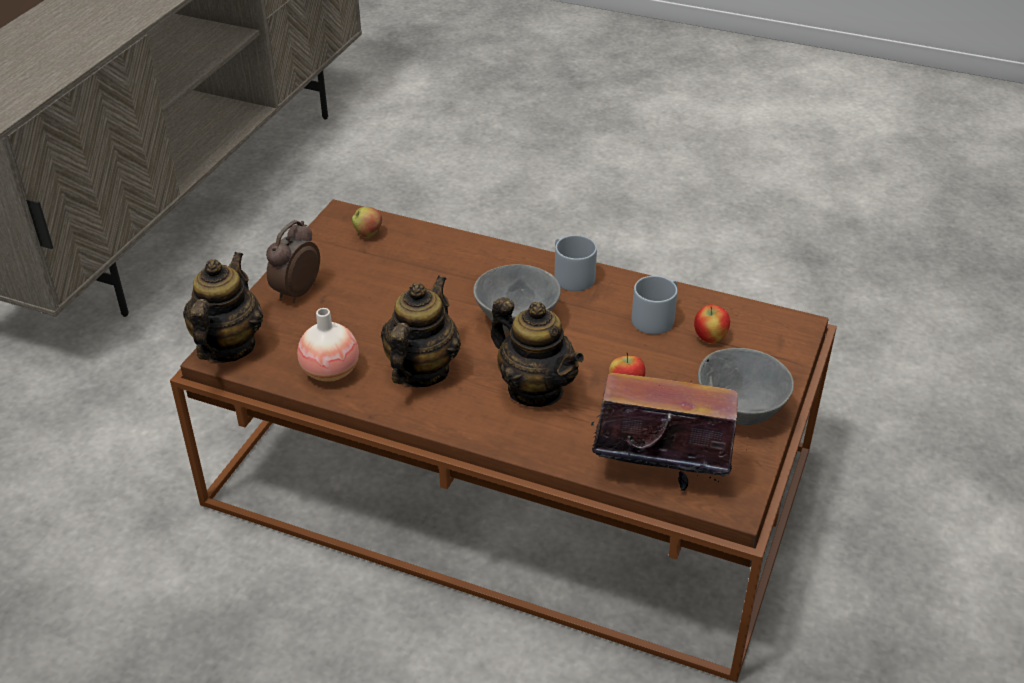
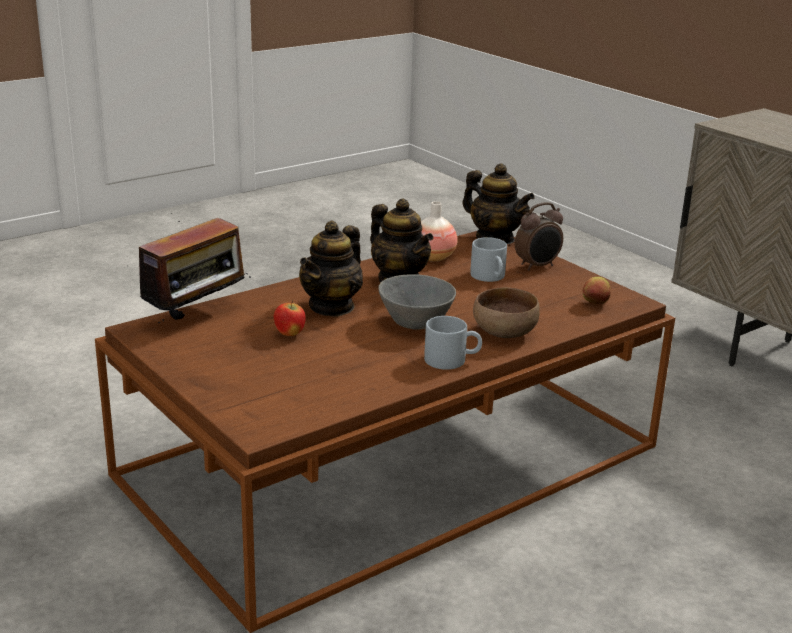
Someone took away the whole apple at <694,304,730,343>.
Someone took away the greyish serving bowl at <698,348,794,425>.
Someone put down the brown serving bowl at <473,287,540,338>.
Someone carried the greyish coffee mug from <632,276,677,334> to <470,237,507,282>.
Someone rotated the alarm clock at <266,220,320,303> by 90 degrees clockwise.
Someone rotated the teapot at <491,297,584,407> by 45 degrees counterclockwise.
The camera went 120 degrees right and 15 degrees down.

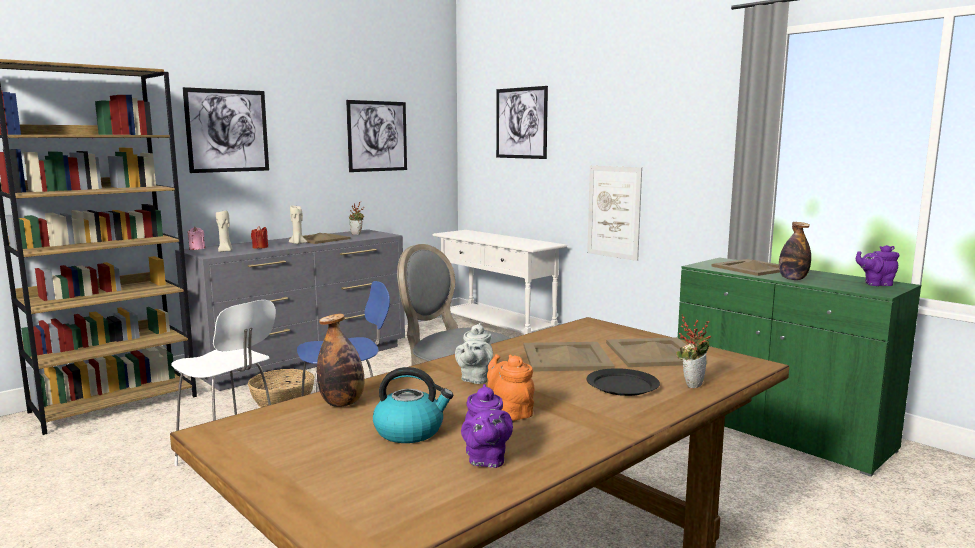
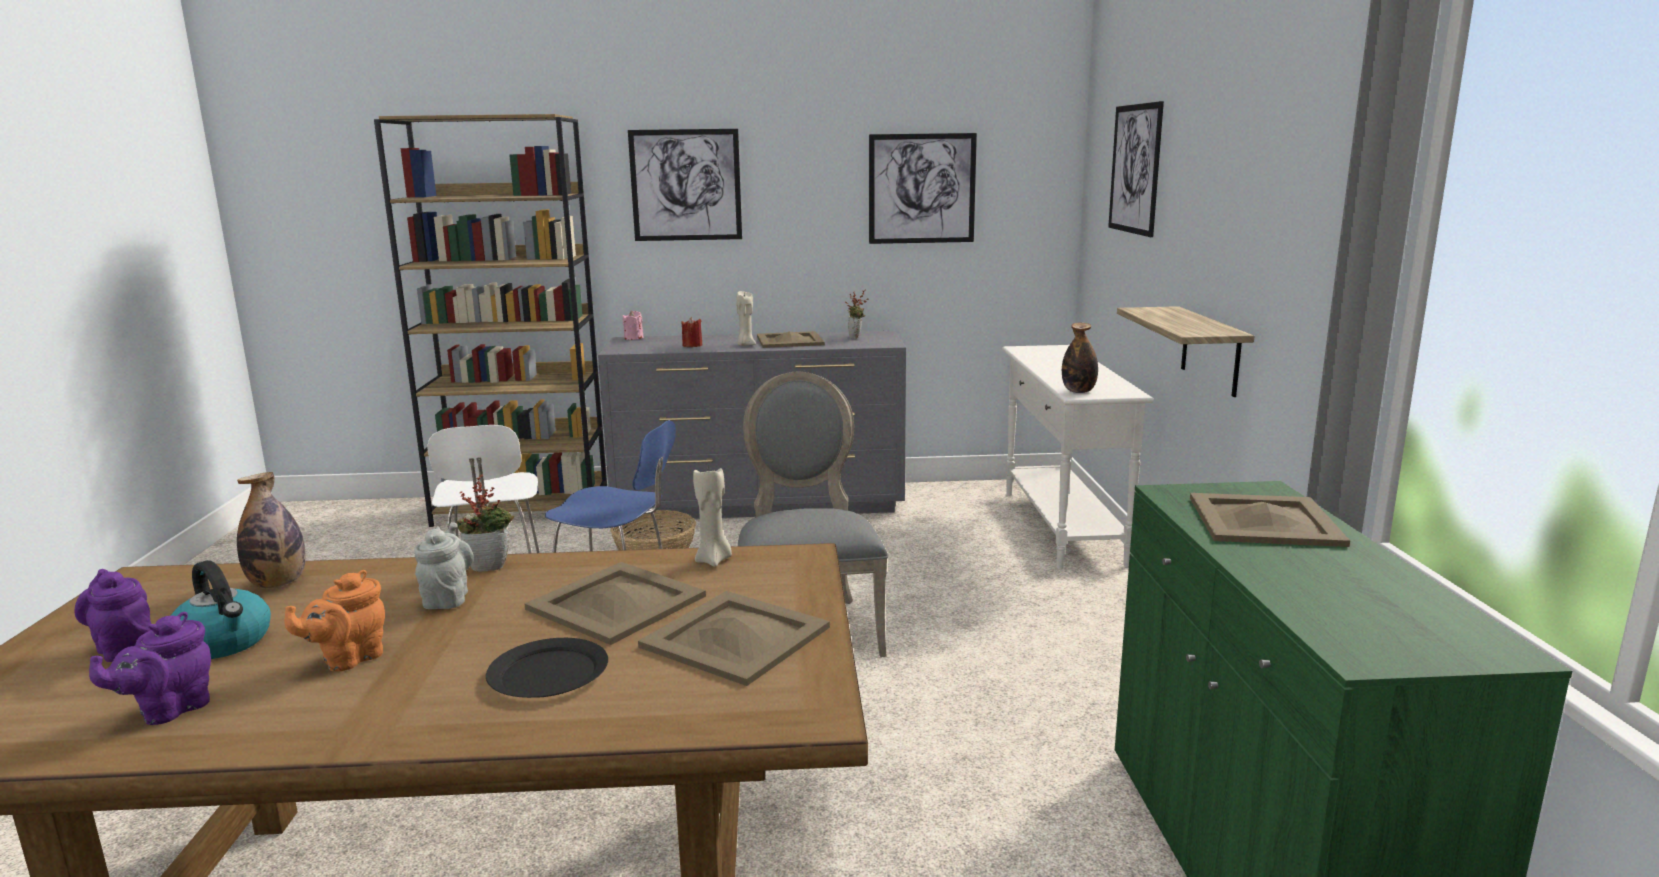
Someone carried the beige wax light from <216,211,232,252> to <693,468,732,567>.
Someone carried the potted plant from <676,315,711,388> to <456,474,514,572>.
Someone carried the beverage bottle from <779,222,811,280> to <1062,323,1098,393>.
Someone carried the purplish teapot from <856,245,899,286> to <75,569,151,662>.
Someone swapped the picture at <587,166,642,261> for the shelf at <1117,306,1255,397>.
Someone rotated the greyish teapot at <455,323,493,384> by 120 degrees clockwise.
Someone rotated the orangey teapot at <487,354,534,421> by 150 degrees counterclockwise.
The camera went 40 degrees right and 5 degrees up.

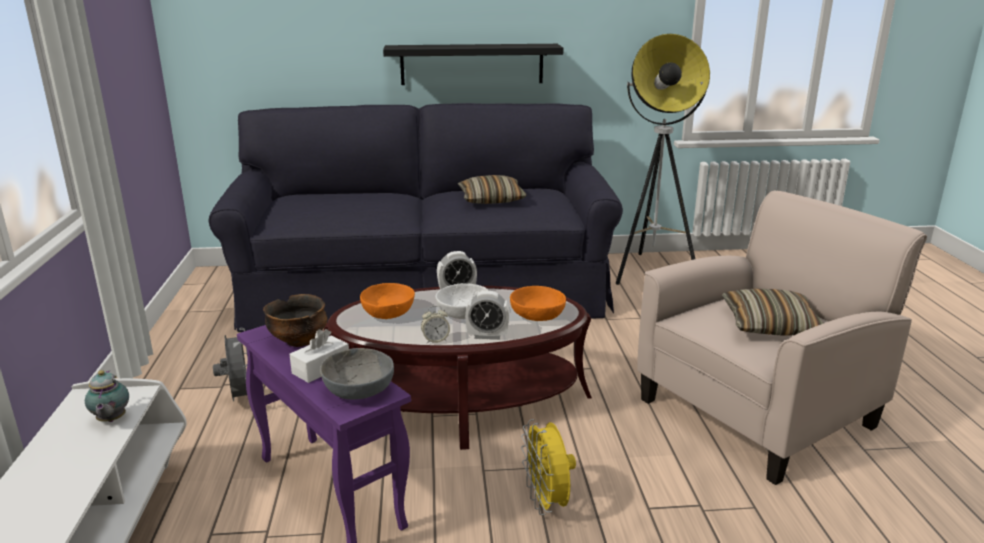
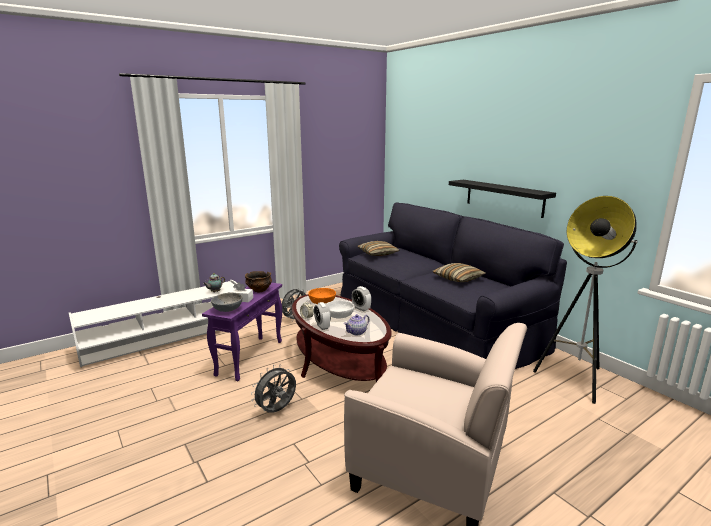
Someone carried the cushion from <722,289,823,336> to <357,241,400,256>.
Someone swapped the orangey serving bowl at <510,286,566,321> for the teapot at <344,314,370,335>.
Someone repainted the yellow cooling fan at <521,419,576,515>, which became the greyish cooling fan at <251,364,296,413>.
The camera went 60 degrees right and 5 degrees down.

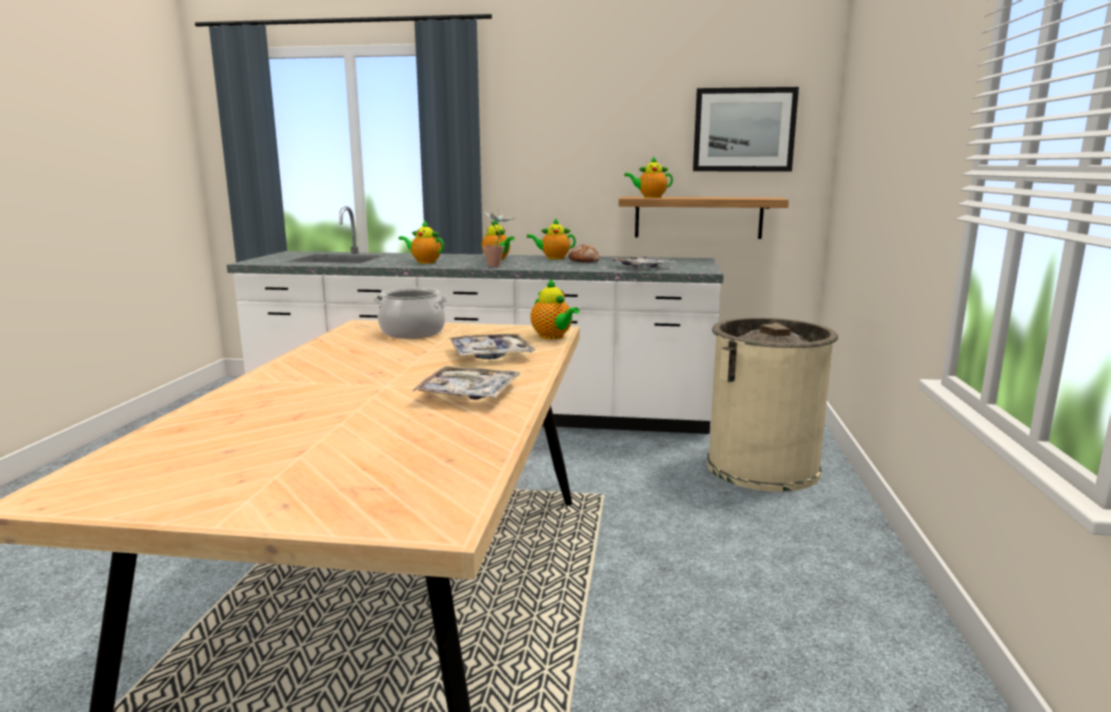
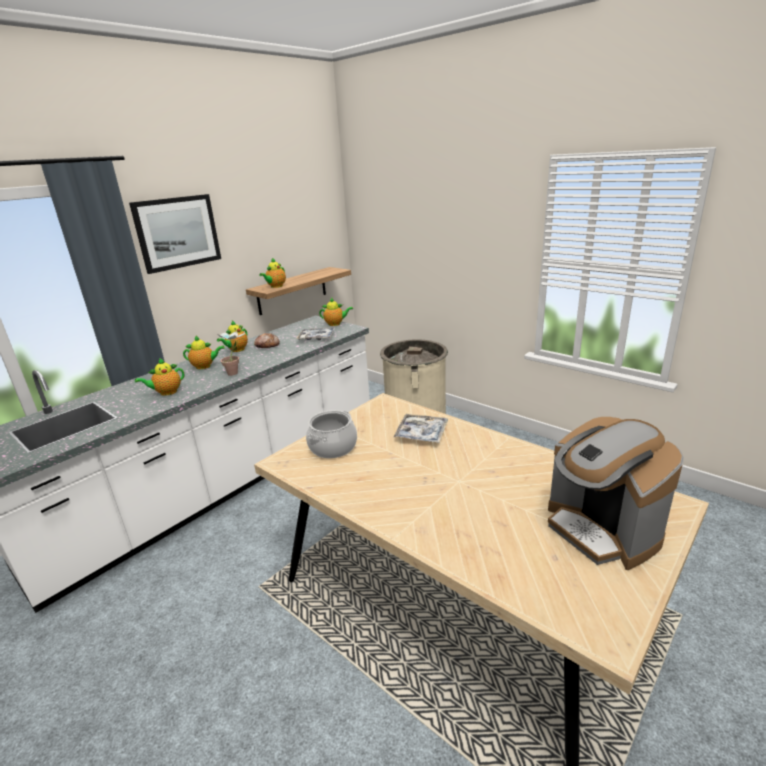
Someone took away the serving tray at <412,366,520,400>.
Someone put down the coffee machine at <548,417,684,570>.
Someone carried the teapot from <530,279,580,339> to <319,298,353,326>.
Someone carried the picture from <693,87,799,171> to <129,194,221,274>.
The camera went 55 degrees left and 10 degrees up.

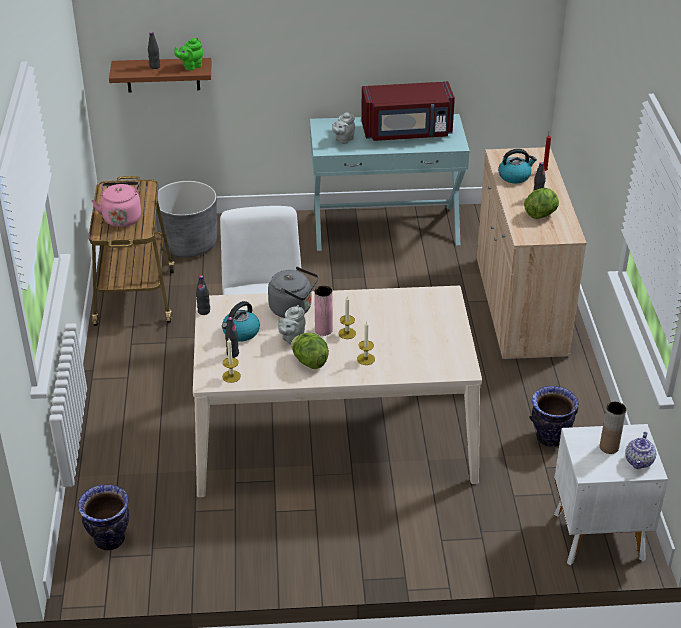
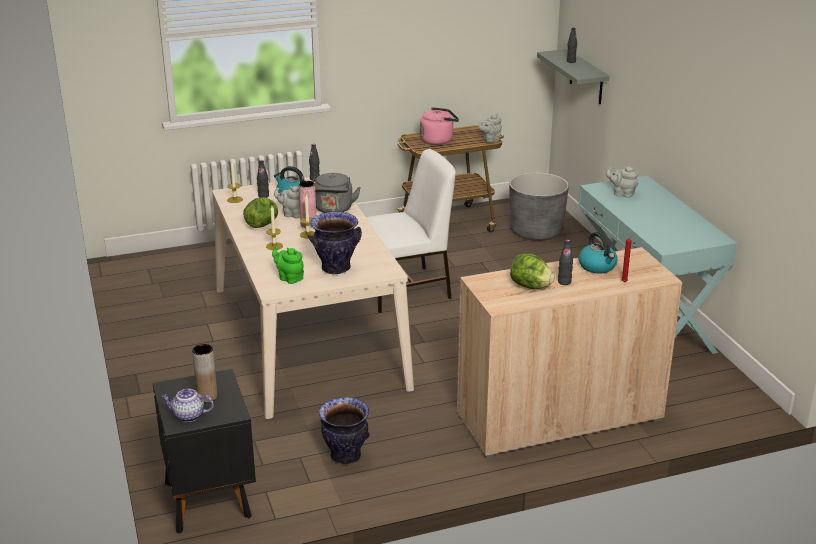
Someone took away the reddish microwave oven at <361,81,455,141>.
Someone put down the greyish teapot at <479,113,502,143>.
Someone carried the vase from <78,485,130,550> to <308,212,362,274>.
Someone carried the green-coloured teapot from <174,38,203,71> to <272,246,304,284>.
Someone repainted the brown shelf at <109,58,212,93>, which became the greyish shelf at <537,49,609,104>.
Someone repainted the white-coloured nightstand at <554,424,668,565>, which became the blackish nightstand at <153,369,256,534>.
The camera went 75 degrees right and 10 degrees down.

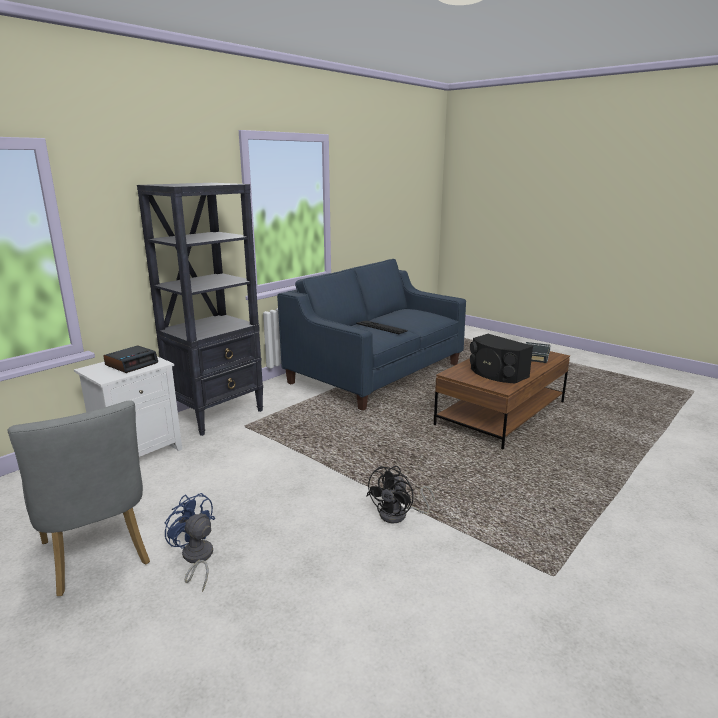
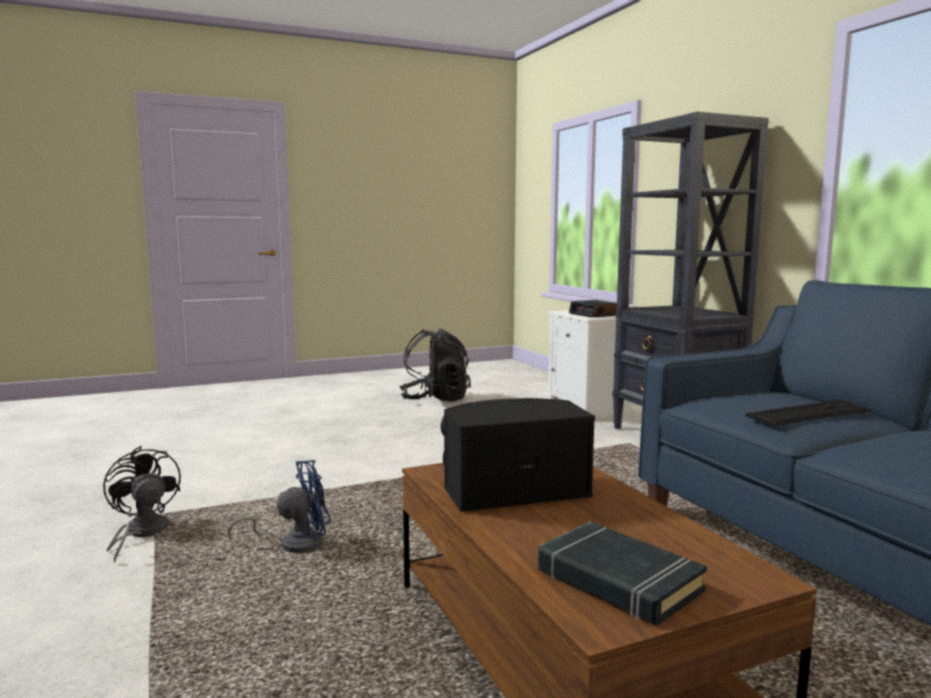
Someone carried the blue-coloured cooling fan from <165,493,215,592> to <228,460,331,553>.
Someone carried the blackish cooling fan from <366,466,435,523> to <103,446,181,562>.
Someone swapped the greyish plain chair at <7,400,150,596> for the blackish rucksack at <400,329,471,401>.
The camera went 115 degrees right and 10 degrees down.

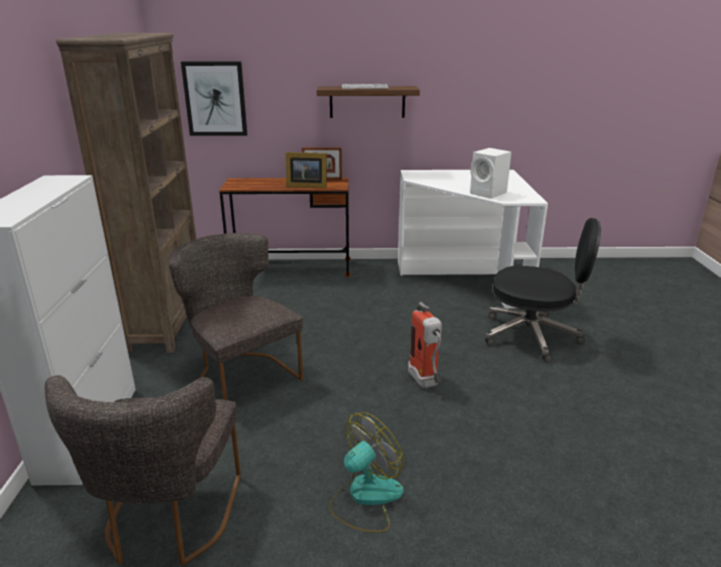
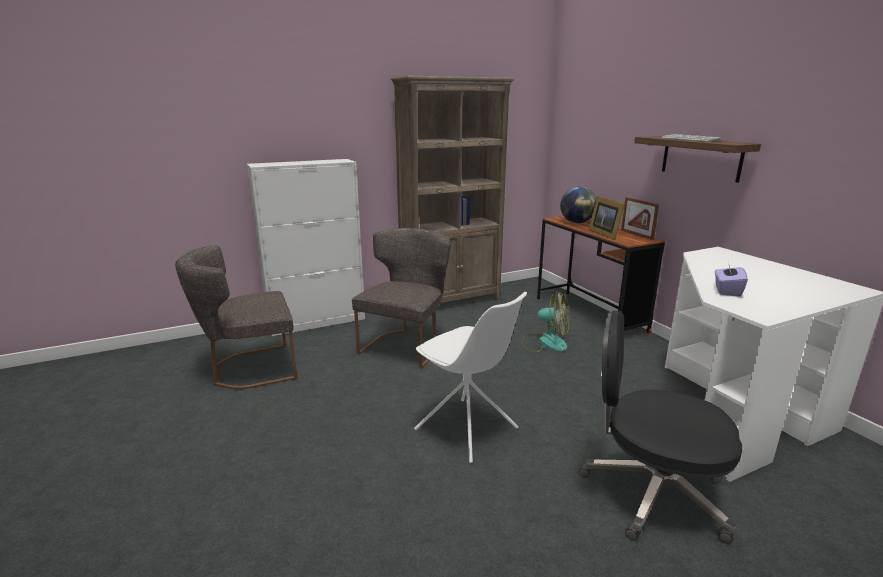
Someone took away the picture at <181,61,247,136>.
Someone put down the globe at <560,187,597,223>.
Someone carried the cooling fan from <329,412,404,532> to <522,291,569,353>.
Someone swapped the fire-fighting cylinder at <408,302,442,388> for the white-coloured plain chair at <414,292,527,463>.
Someone swapped the white-coloured speaker at <470,148,511,199> for the purplish tissue box at <715,262,748,297>.
Someone rotated the blackish desk chair at <485,218,601,363> by 120 degrees clockwise.
The camera went 65 degrees right and 5 degrees down.

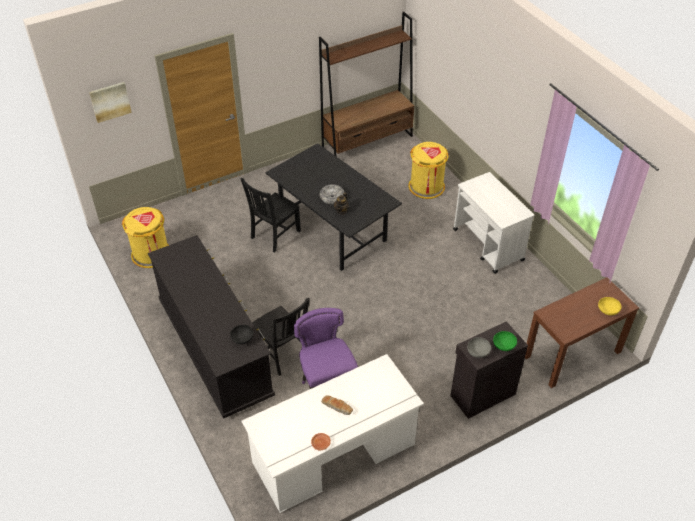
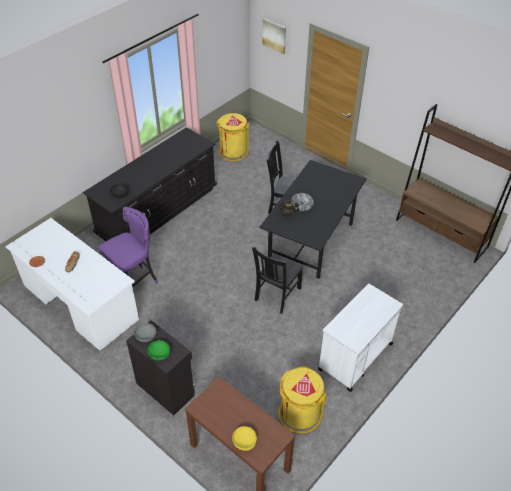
Someone carried the blackish plain chair from <252,298,310,376> to <252,247,303,314>.
Someone carried the yellow waste bin from <409,142,448,199> to <278,366,326,433>.
The camera went 70 degrees right and 0 degrees up.

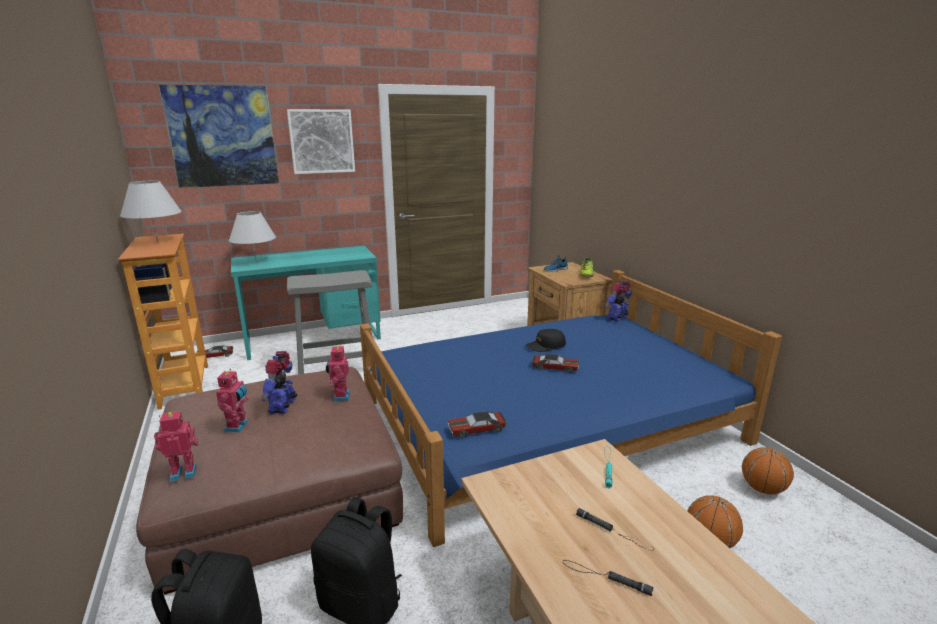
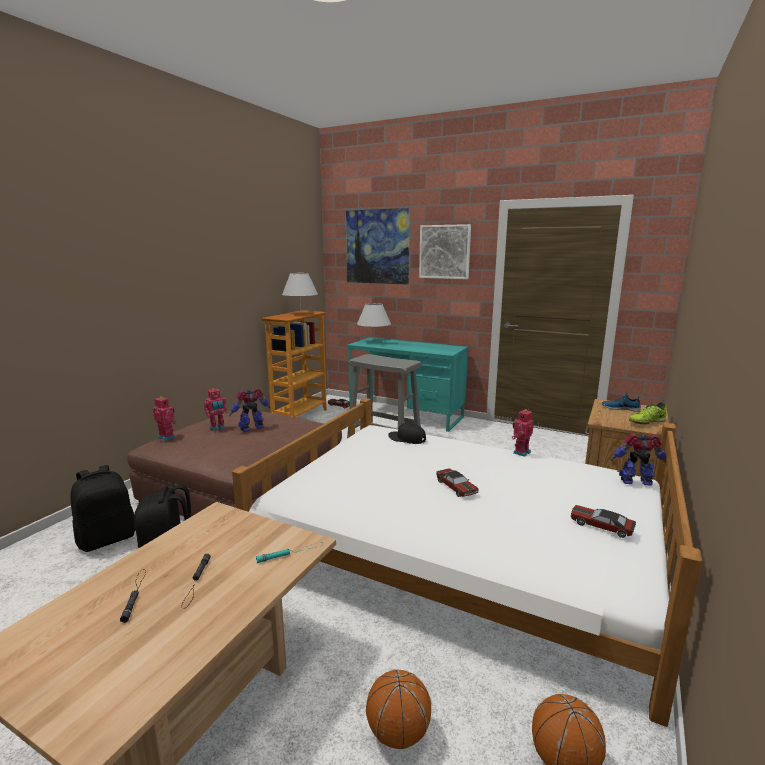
Someone carried the model robot from <326,344,350,401> to <512,409,534,457>.
Someone carried the model car from <448,412,507,438> to <570,505,636,538>.
Someone carried the blackish cap from <526,329,566,352> to <388,423,426,444>.
Someone repainted the blue-coloured sleeping bed at <360,270,782,547>, which became the white-coloured sleeping bed at <232,398,702,727>.
The camera went 50 degrees right and 5 degrees down.

